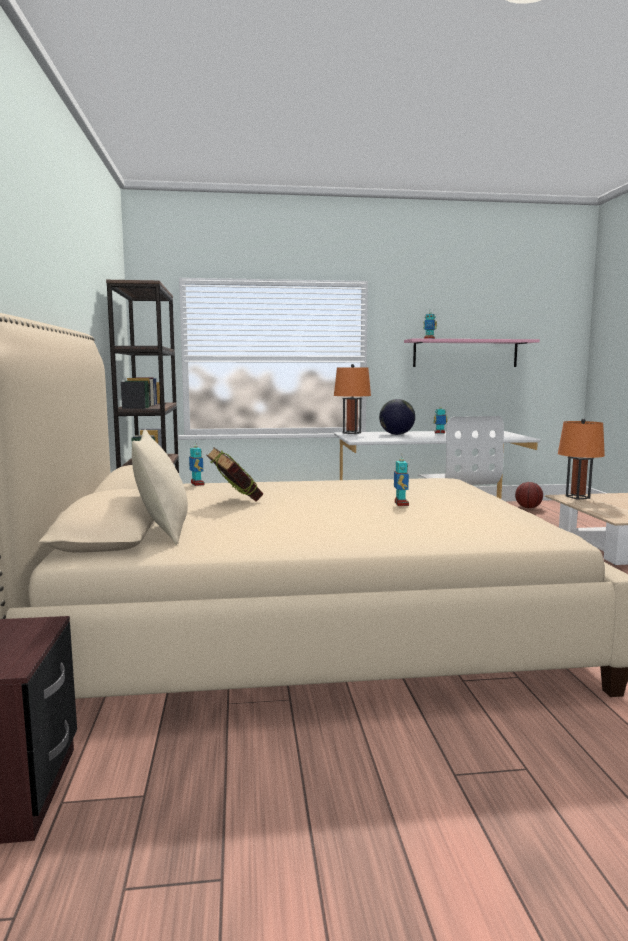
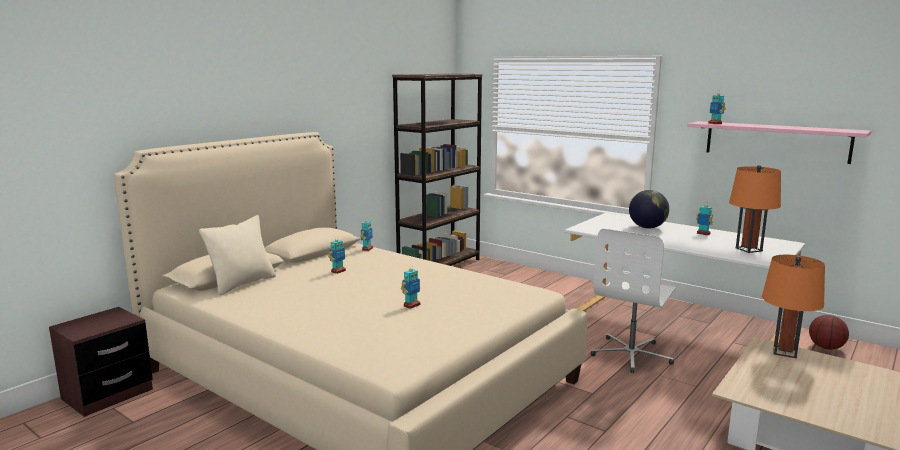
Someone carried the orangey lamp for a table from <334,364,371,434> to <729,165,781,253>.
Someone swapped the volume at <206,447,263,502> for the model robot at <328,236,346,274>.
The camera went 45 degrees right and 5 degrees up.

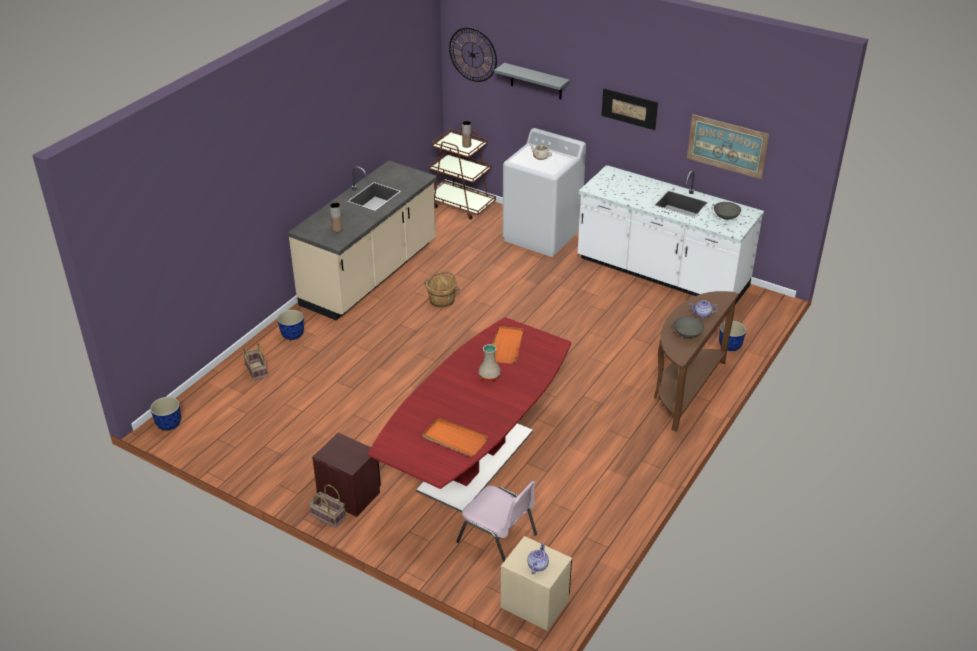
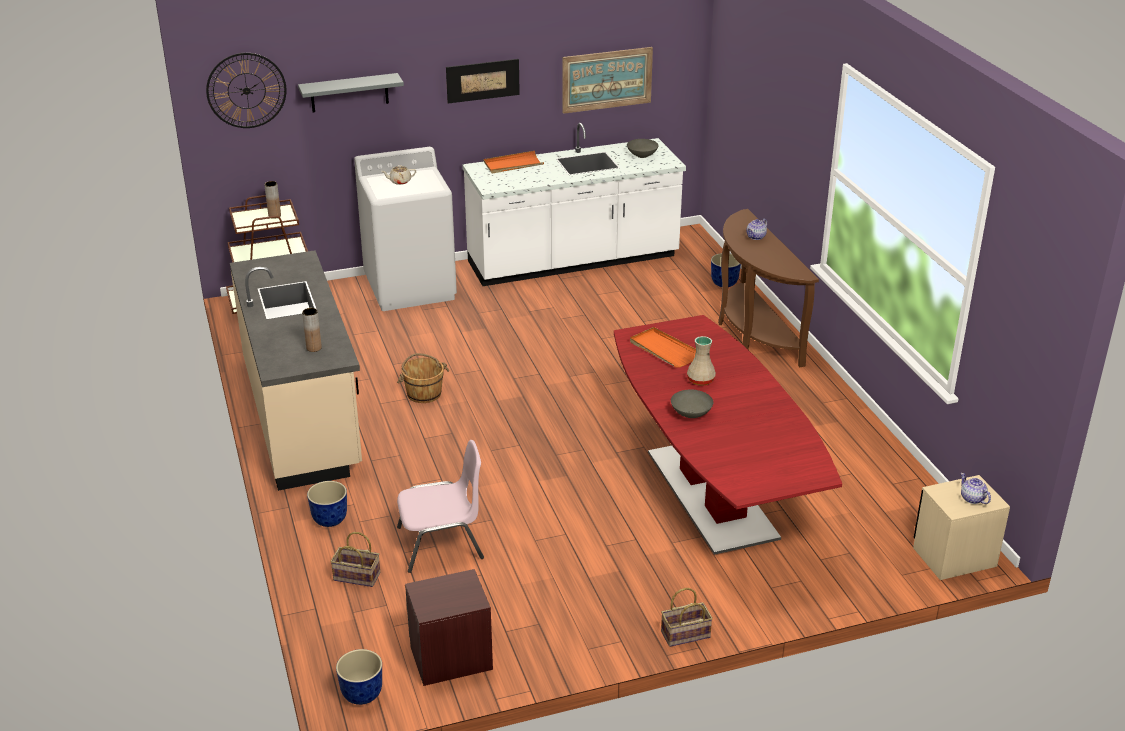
Someone carried the brown nightstand from <312,433,381,517> to <405,569,493,686>.
Someone carried the orangey serving tray from <423,418,488,457> to <484,151,544,174>.
Someone carried the pink plain chair from <456,481,537,562> to <397,440,484,573>.
Someone carried the greyish serving bowl from <673,316,704,338> to <671,389,713,418>.
The camera went 50 degrees left and 5 degrees down.

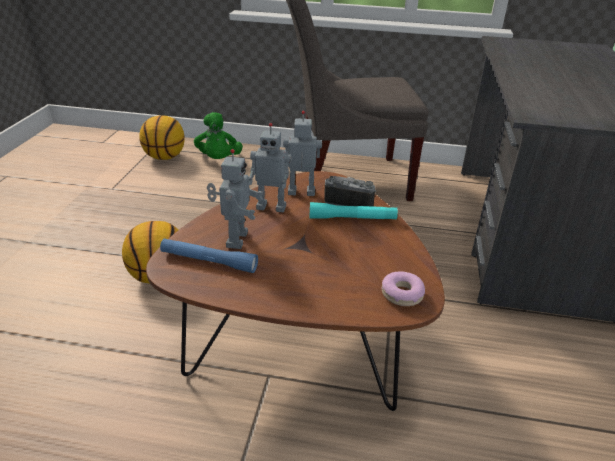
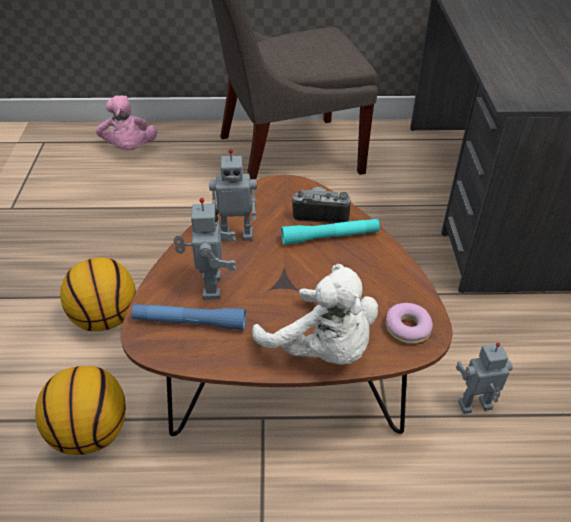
Someone put down the white-coloured plush toy at <252,264,378,365>.
Someone carried the ball for basketball from <139,115,185,160> to <35,366,126,455>.
Someone carried the model robot from <283,111,322,196> to <456,343,512,414>.
Someone repainted the green-coloured plush toy at <194,112,243,159>, which became the pink plush toy at <96,95,157,150>.
The camera went 10 degrees left and 10 degrees up.

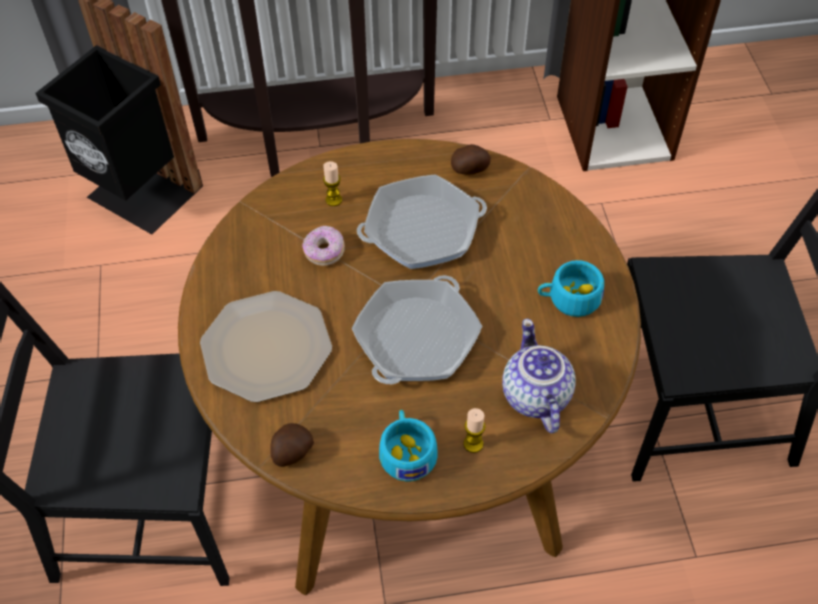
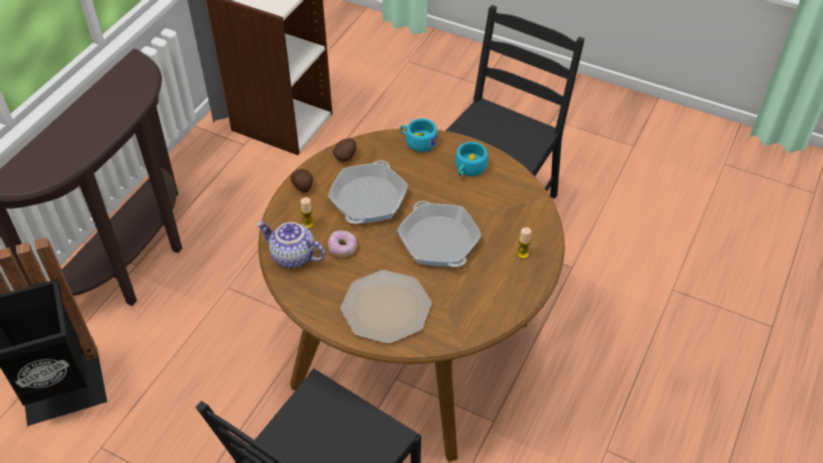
Someone carried the potato from <270,423,314,467> to <291,169,313,193>.
Someone carried the turquoise-coloured drinking cup from <379,410,438,482> to <400,118,438,152>.
Someone carried the teapot from <502,319,576,433> to <257,221,325,268>.
The camera went 55 degrees left and 5 degrees down.

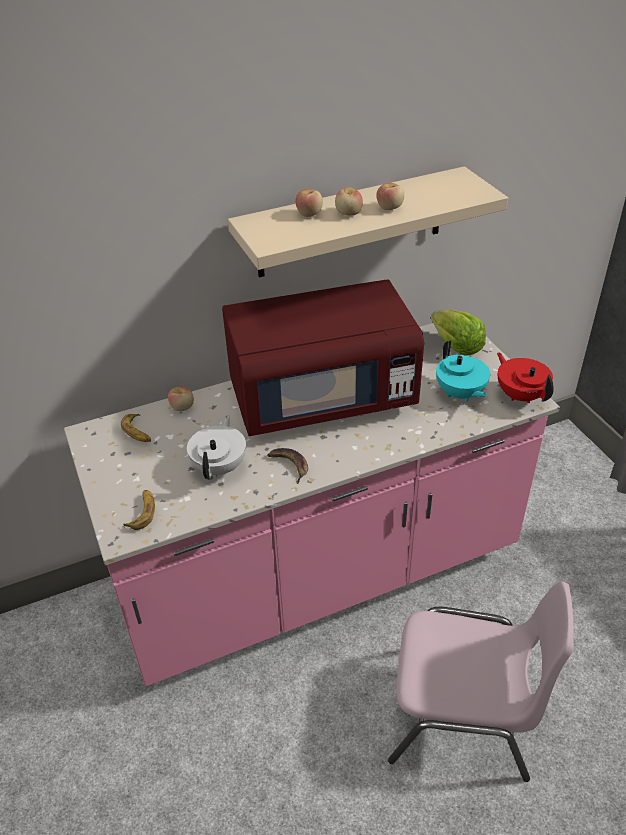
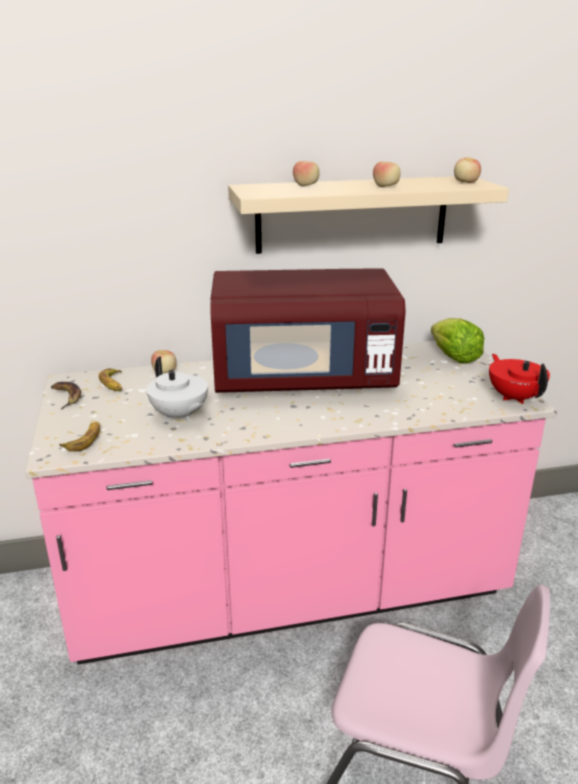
Someone took away the turquoise-coloured teapot at <436,340,490,402>.
Someone carried the whole banana from <267,448,308,484> to <51,382,81,409>.
Someone carried the whole apple from <335,187,363,216> to <454,157,481,183>.
Someone rotated the white-coloured teapot at <187,415,246,479> by 120 degrees clockwise.
The camera went 10 degrees right and 15 degrees down.

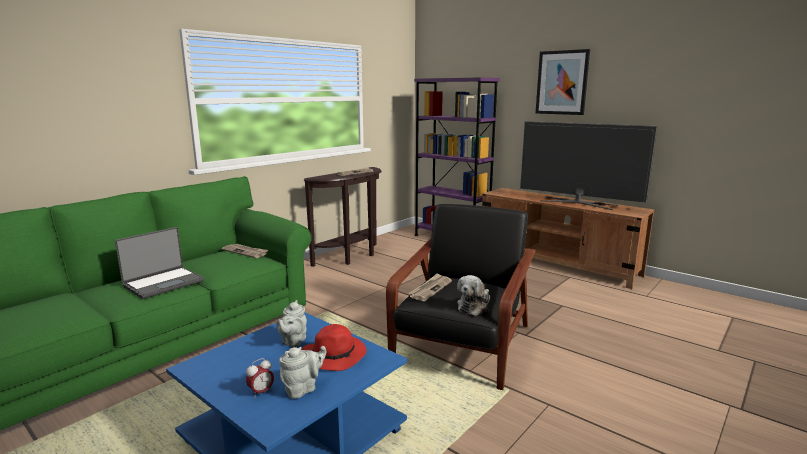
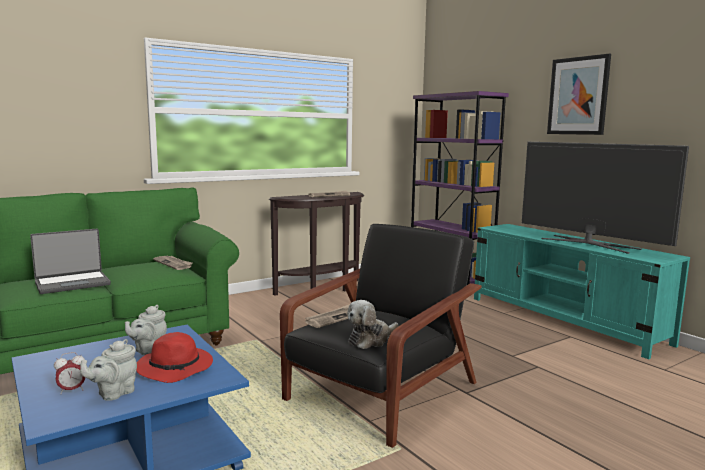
Someone repainted the brown tv stand at <482,188,654,289>, which became the turquoise-coloured tv stand at <474,224,690,359>.
Someone rotated the greyish teapot at <279,346,326,399> by 150 degrees clockwise.
The camera went 15 degrees right and 5 degrees down.

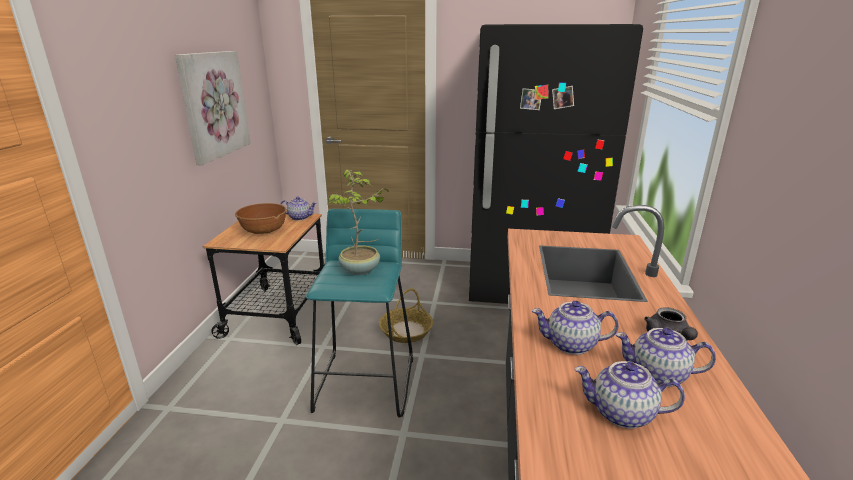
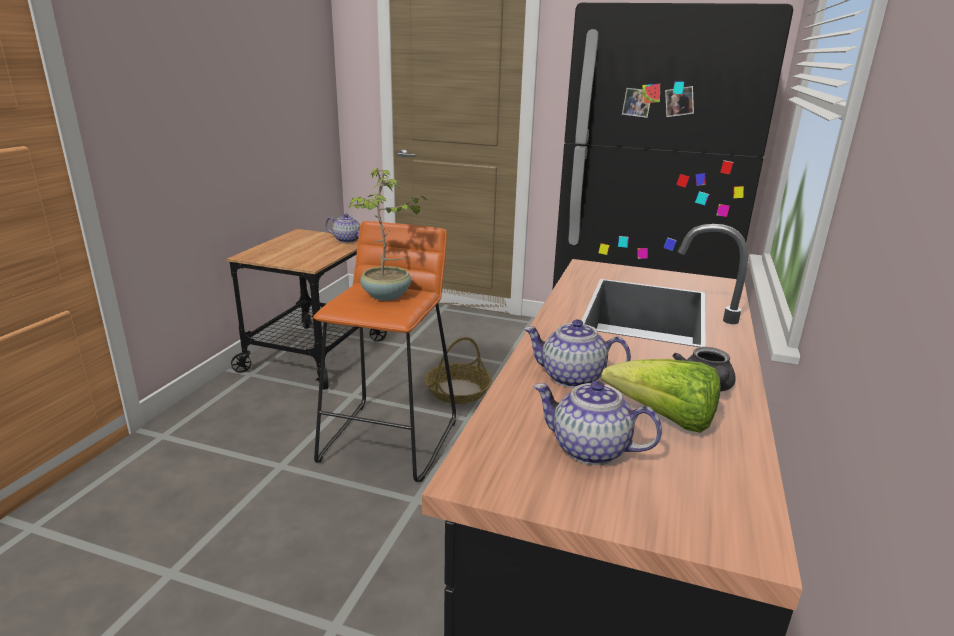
Someone took away the picture at <175,51,251,165>.
Someone took away the brown serving bowl at <235,203,287,234>.
Someone swapped the teapot at <616,327,716,387> for the head of lettuce at <601,359,721,433>.
Someone repainted the turquoise-coloured sitting stool at <306,209,413,417>, which became the orangey sitting stool at <313,221,456,482>.
The camera went 10 degrees right and 0 degrees up.

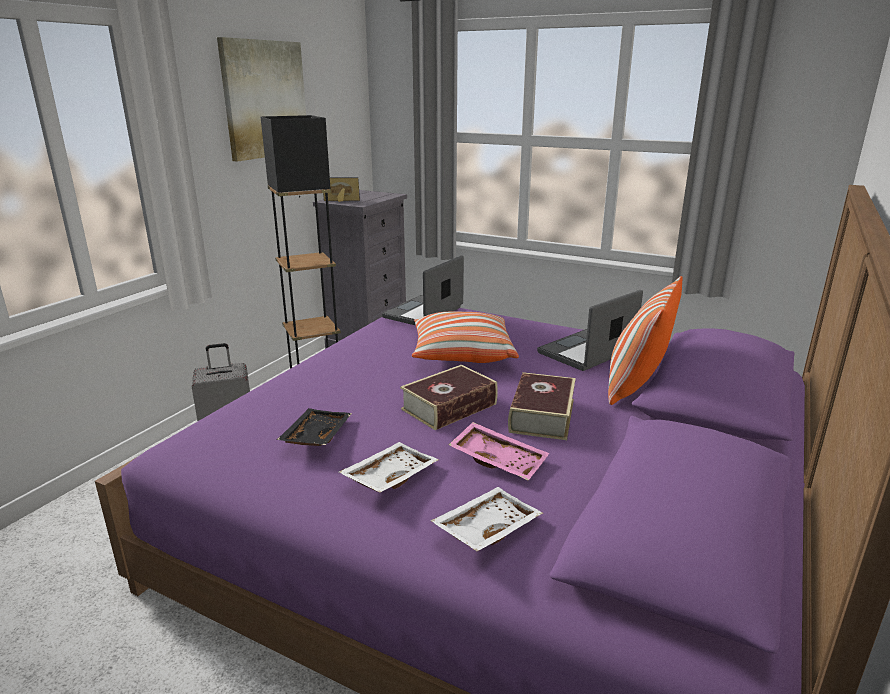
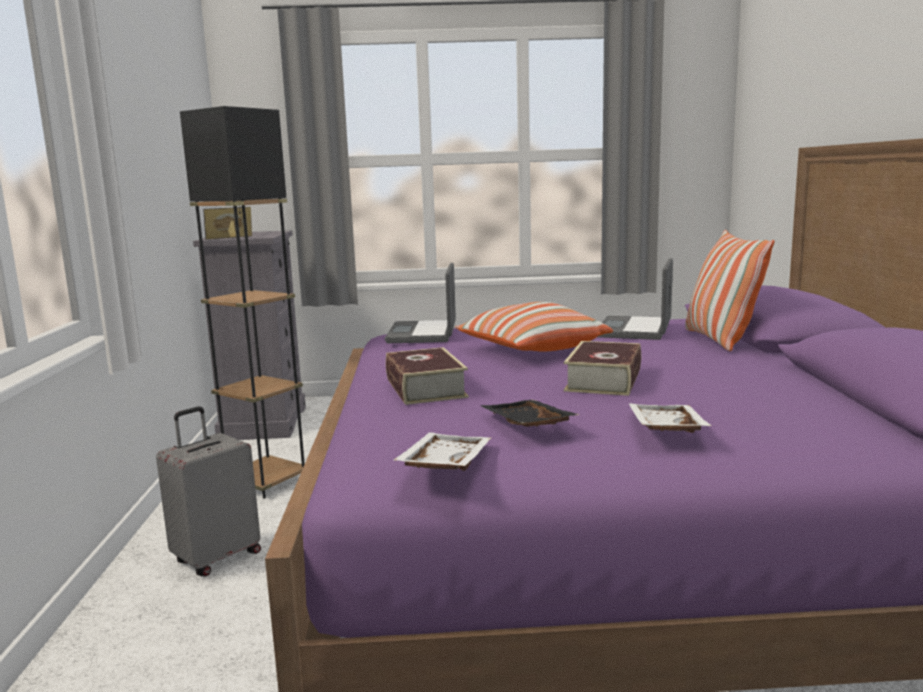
Someone took away the picture at <217,37,306,162>.
Someone took away the pink serving tray at <449,422,549,481>.
Someone carried the white-coloured serving tray from <430,487,543,551> to <394,432,491,471>.
Someone carried the volume from <508,372,576,440> to <386,347,469,405>.
The camera went 30 degrees left and 10 degrees down.

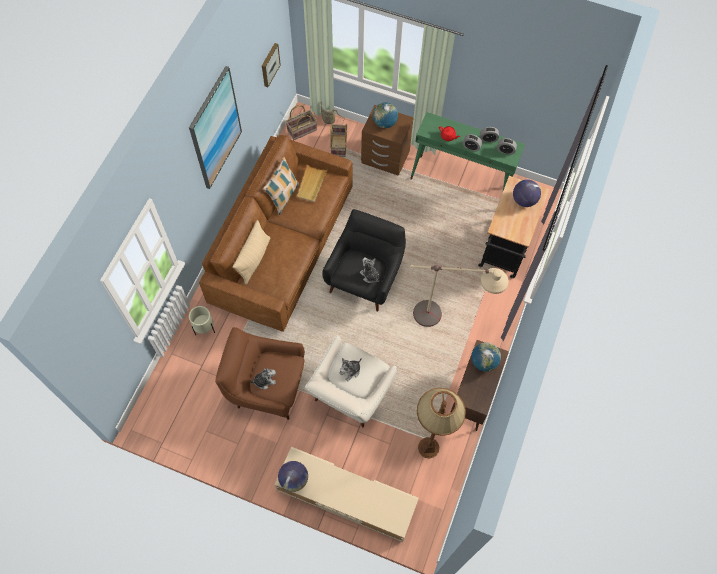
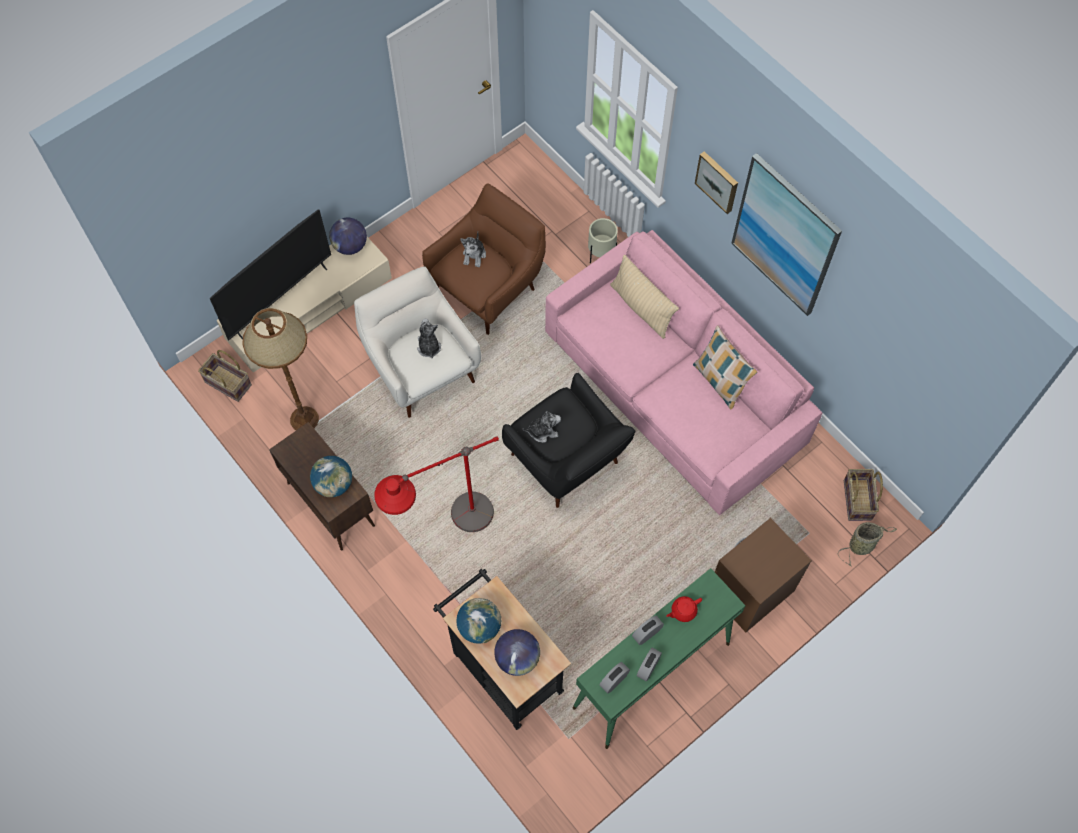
Someone took away the beige serving tray at <296,165,328,202>.
Someone put down the TV set at <210,209,331,341>.
Someone carried the picture from <262,43,281,87> to <695,151,738,214>.
Someone carried the household basket from <330,123,347,157> to <198,350,252,402>.
Someone carried the globe from <373,102,398,128> to <456,598,501,644>.
Someone repainted the brown sofa at <199,135,353,332>, which became the pink sofa at <545,230,823,515>.
Someone repainted the beige floor lamp at <410,265,509,327>, which became the reddish floor lamp at <374,436,499,532>.
The camera went 120 degrees right and 0 degrees up.

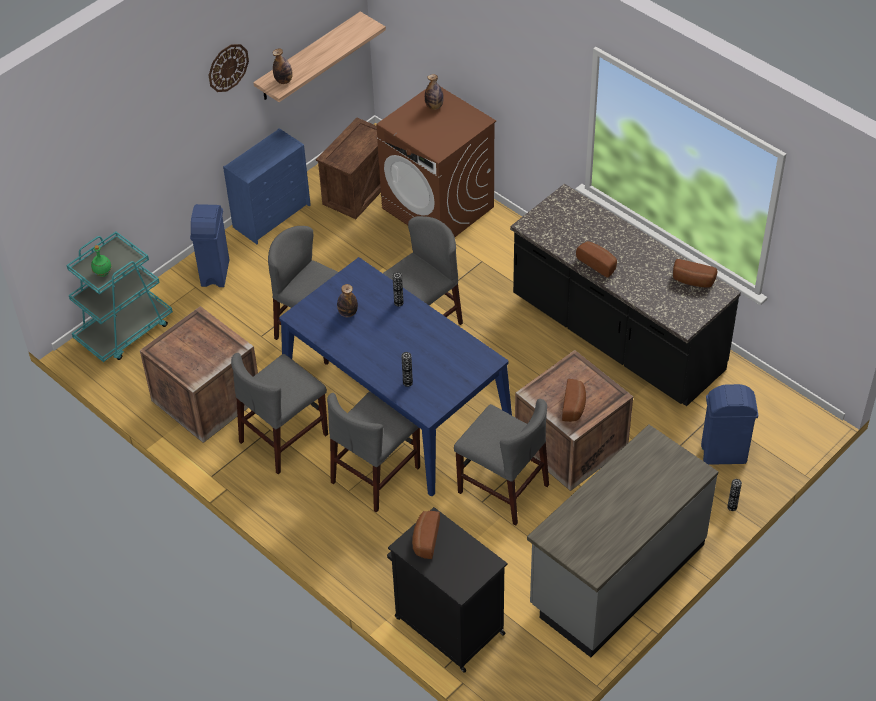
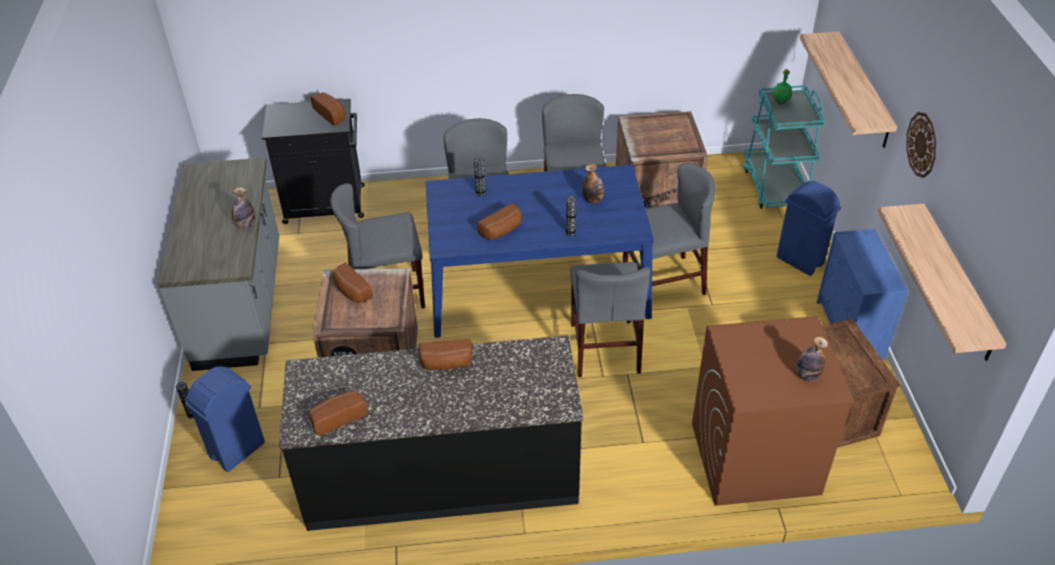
Someone put down the baked bread at <478,204,522,240>.
Someone put up the shelf at <800,31,897,148>.
Someone carried the beverage bottle from <273,48,293,84> to <232,187,255,229>.
The camera went 130 degrees right and 5 degrees down.

